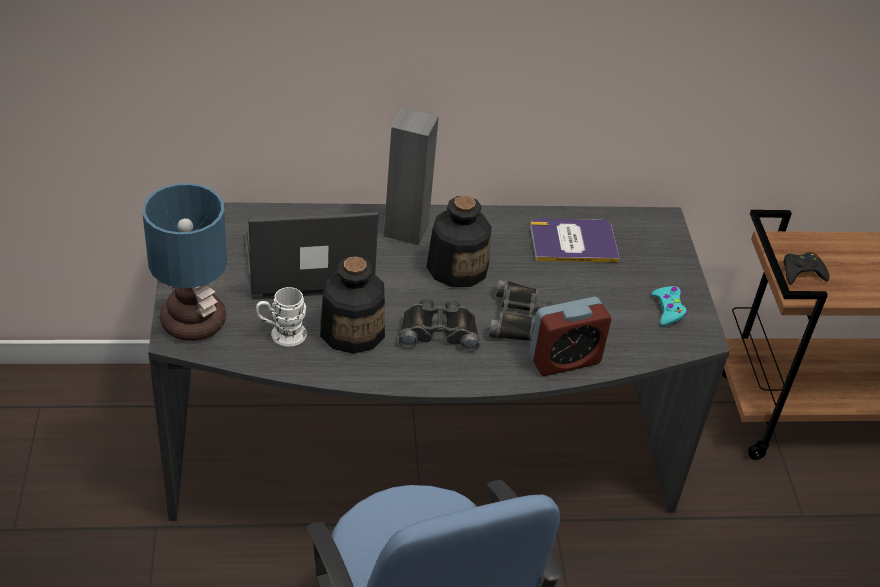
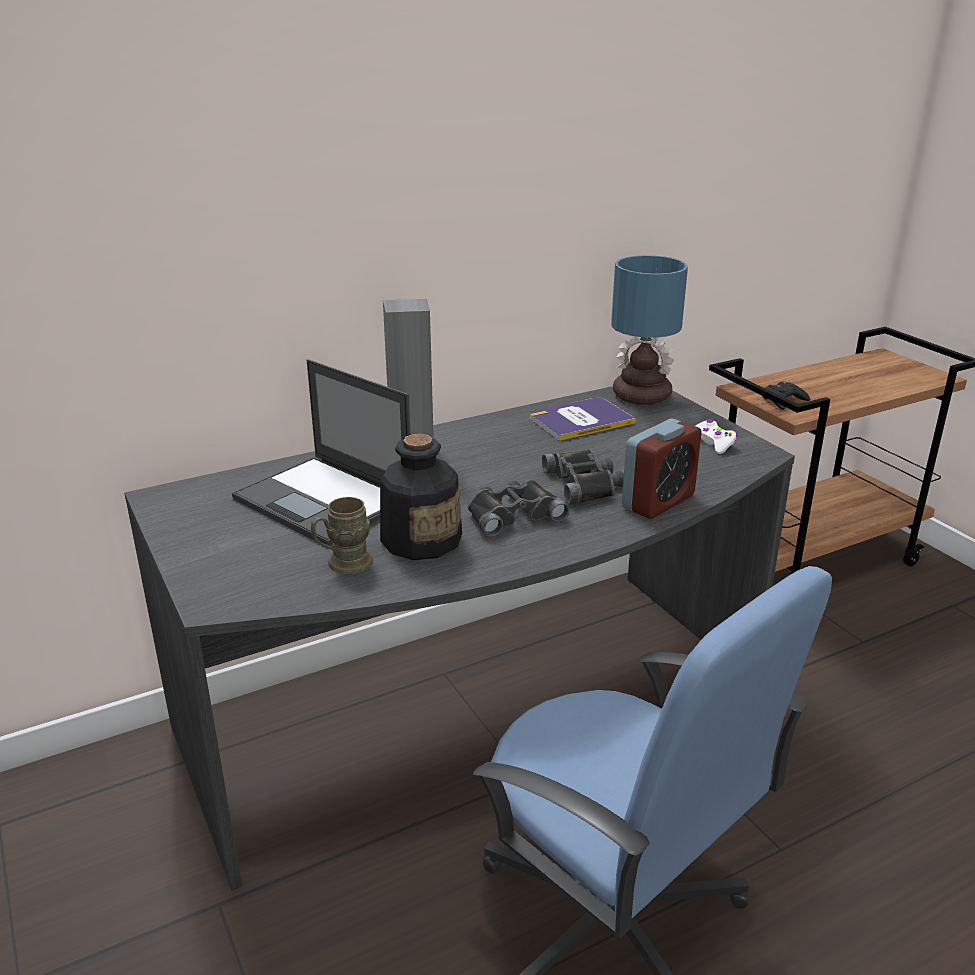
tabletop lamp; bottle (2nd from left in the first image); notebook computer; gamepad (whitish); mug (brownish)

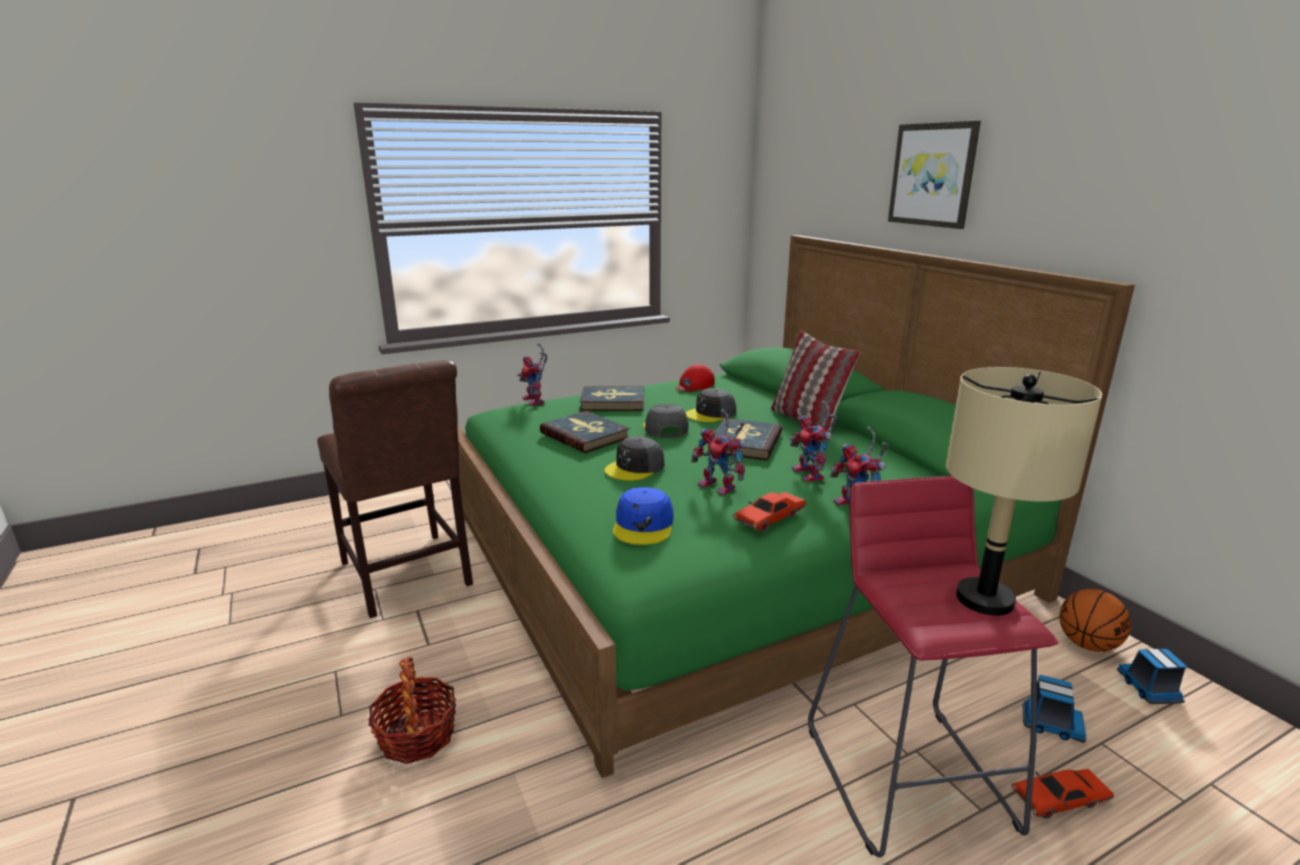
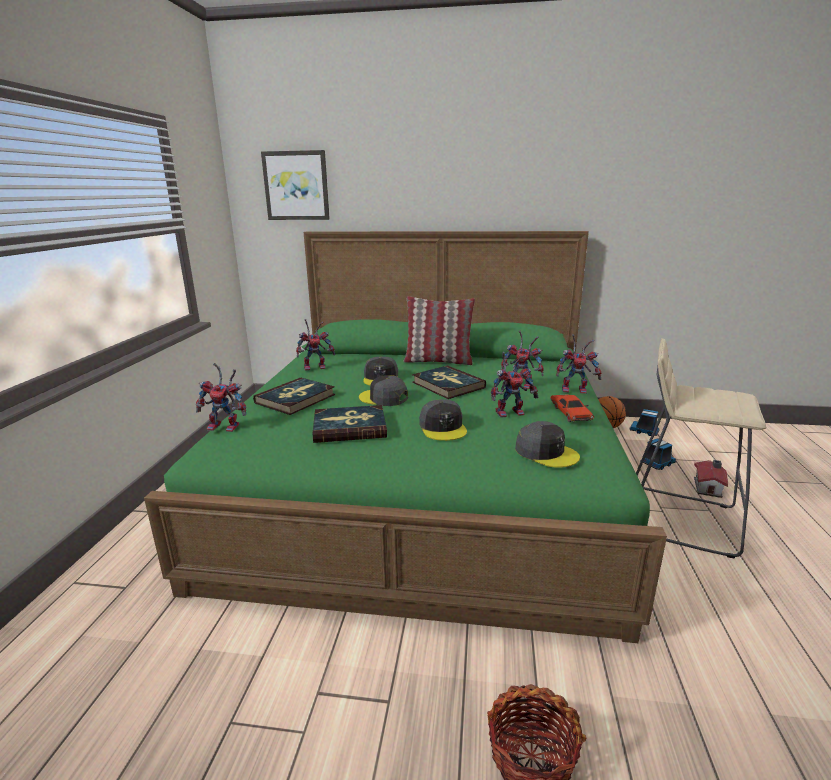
picture; plain chair (brownish); toy robot (2nd from left); tabletop lamp (beige); sitting stool (beige); cap (grey) (4th from left); miniature house

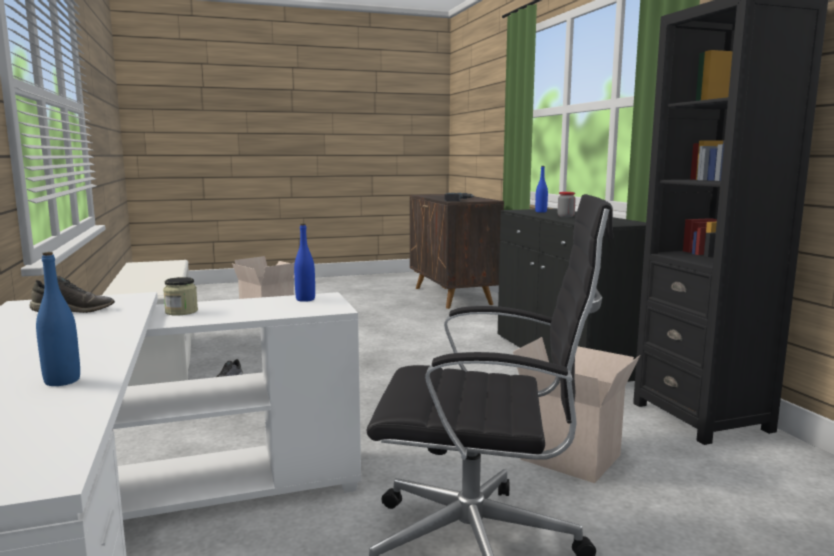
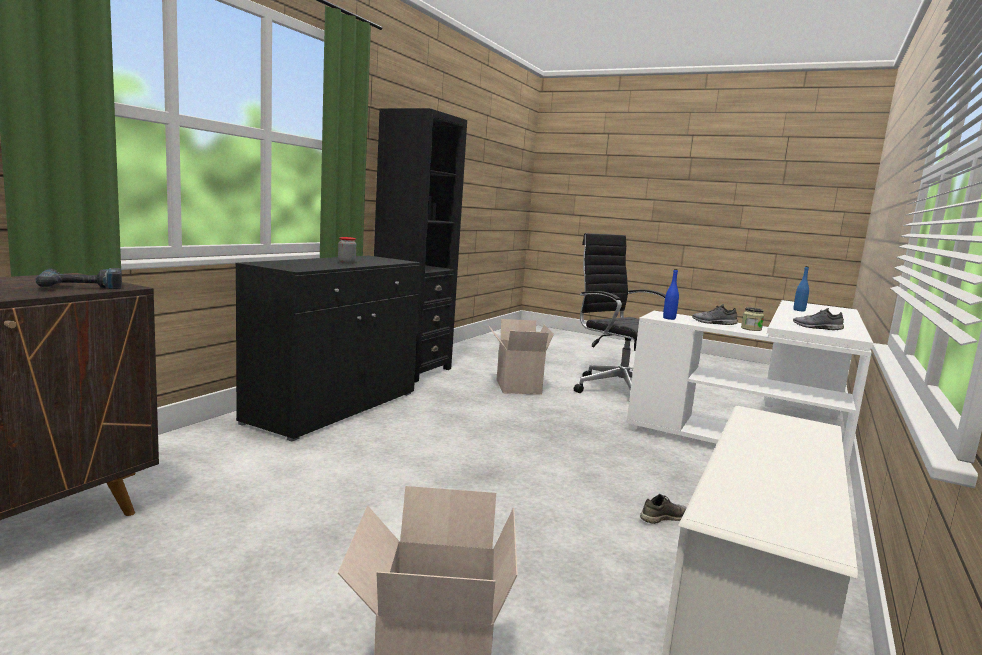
bottle (blue) (3rd from left in the first image); item of footwear (grey) (2nd from left)

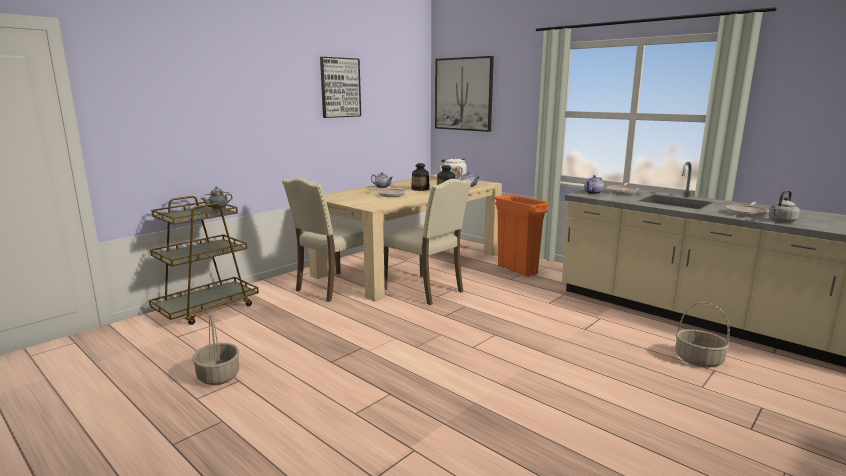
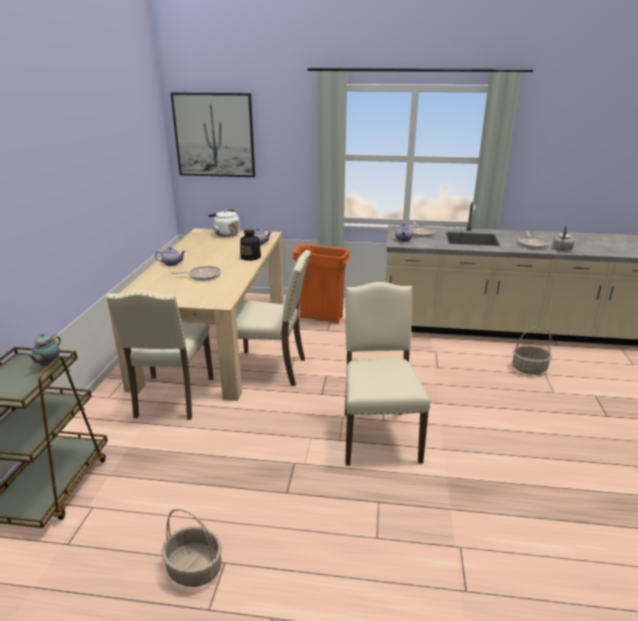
picture (1st from left in the first image); bottle (1st from left in the first image); plain chair (beige) (3rd from left)

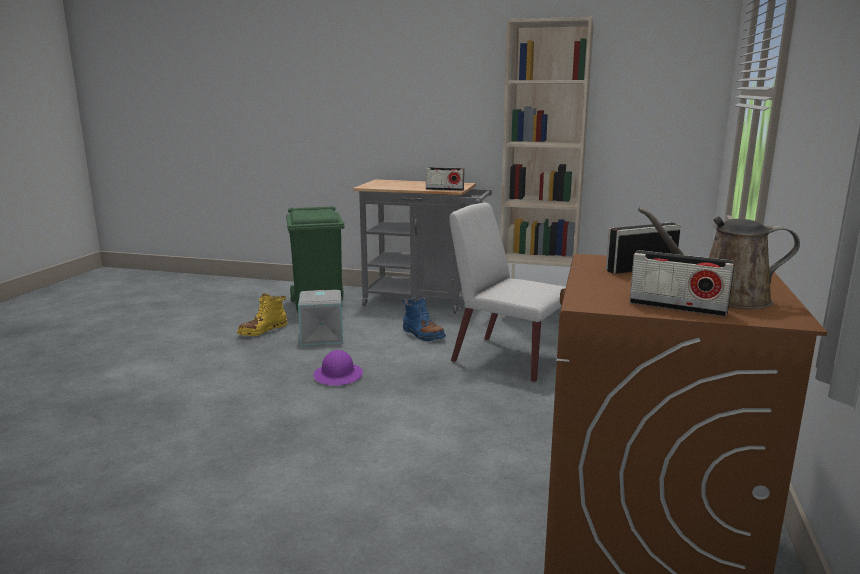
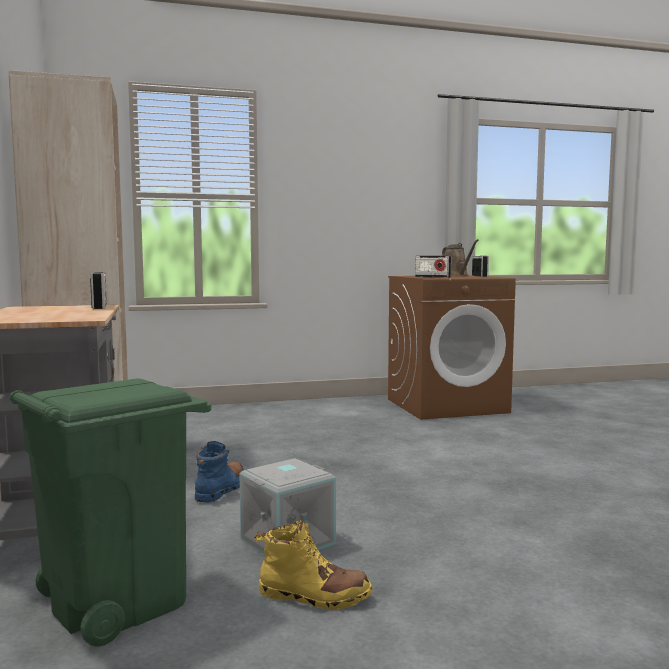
plain chair (whitish); work helmet (purplish)

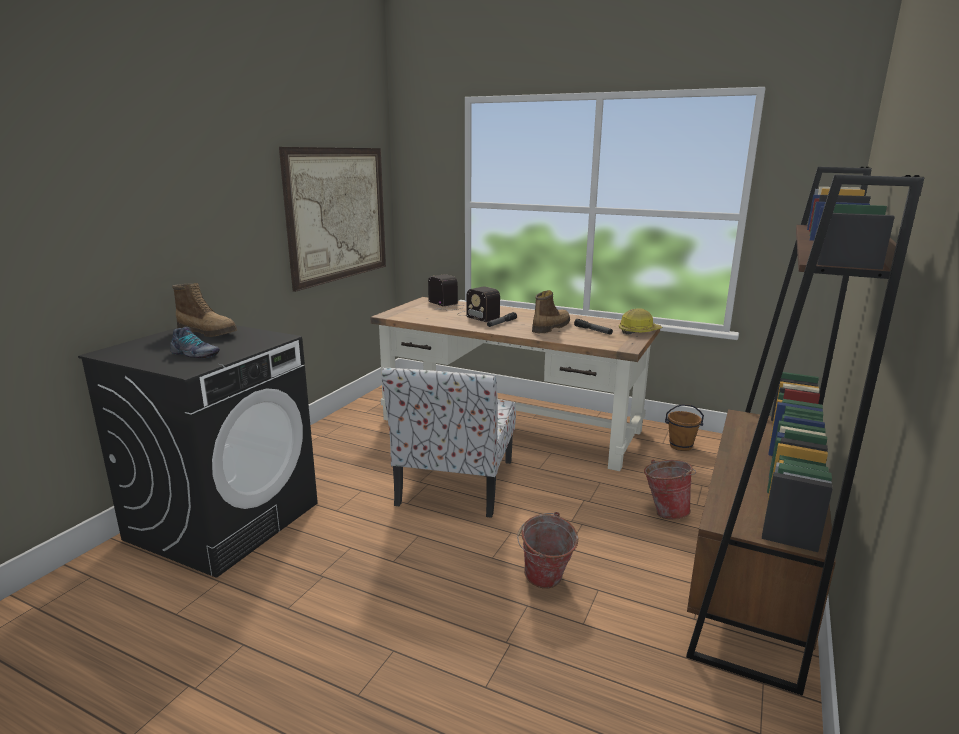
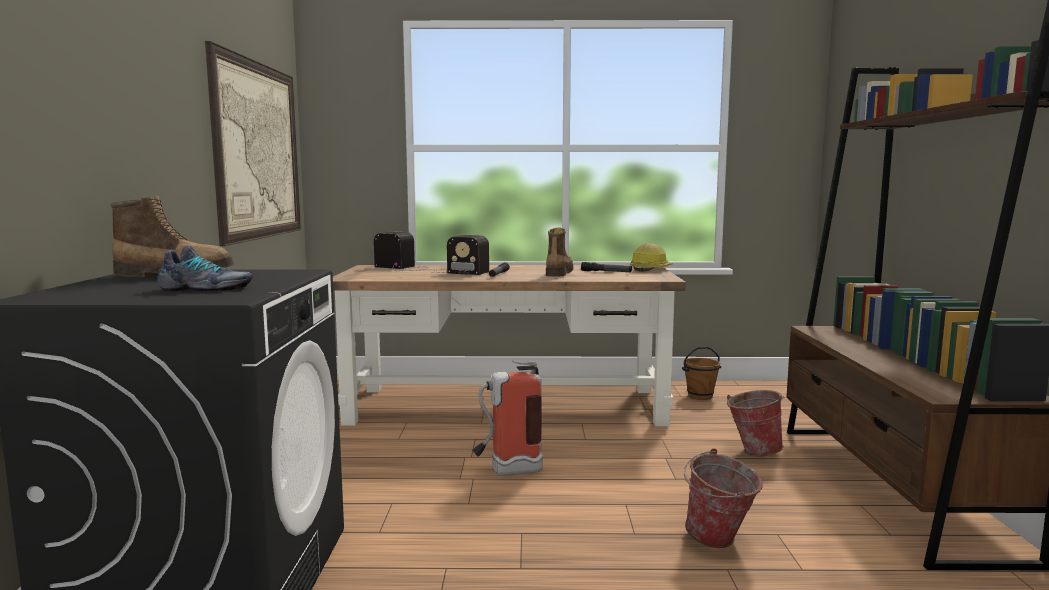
extinguisher

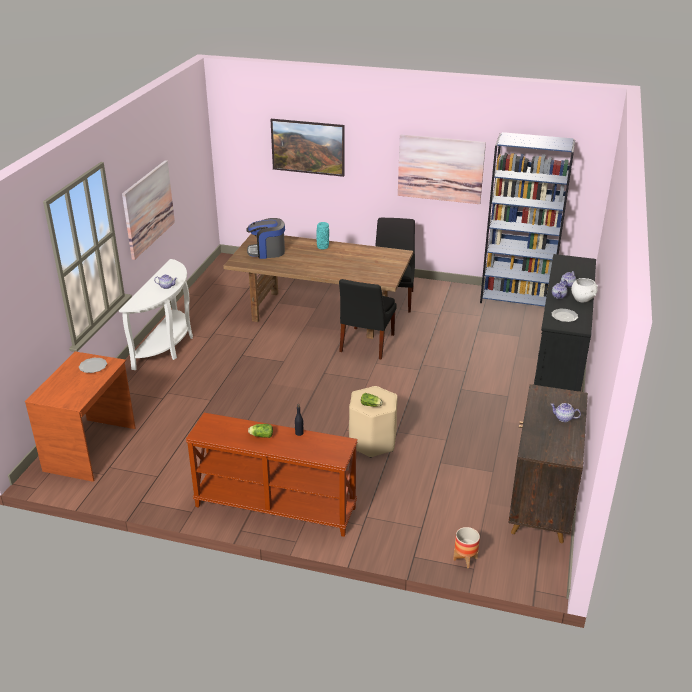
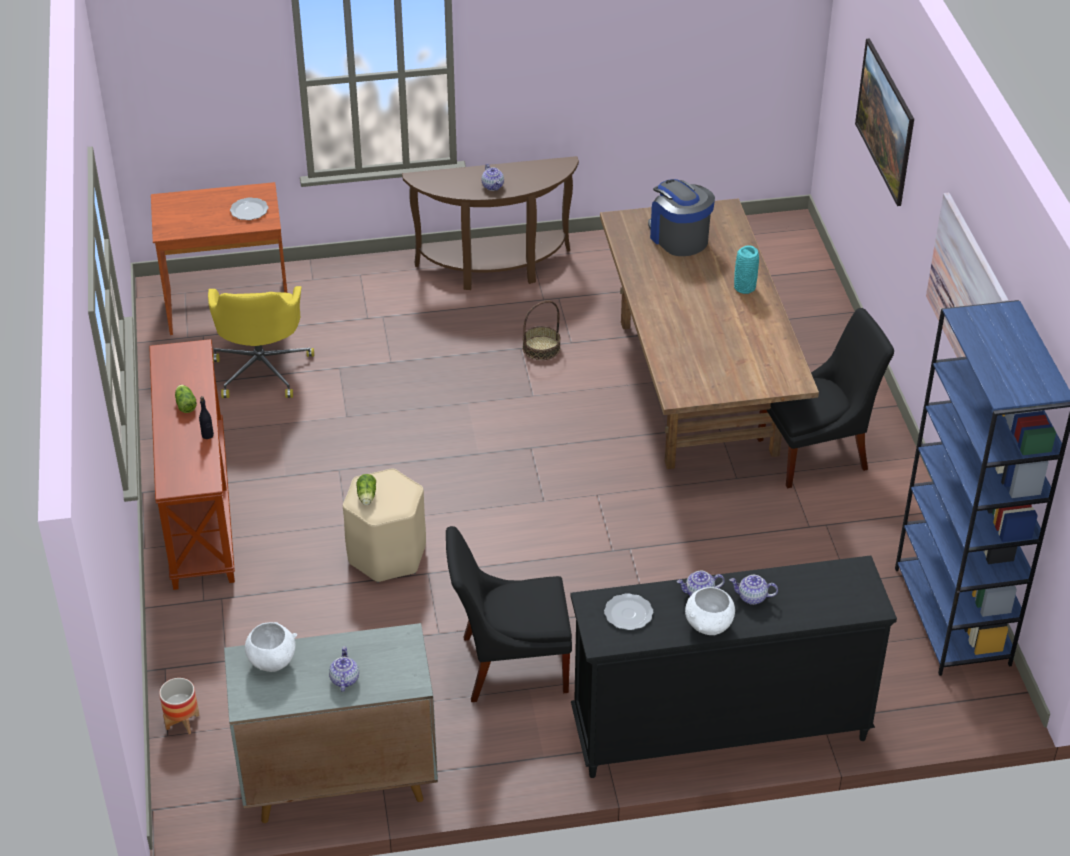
picture (1st from left in the first image); hall table (brownish) (2nd from left); plain chair (blackish) (1st from left); cupboard (grey); computer chair (yellow-coloured); household basket; bowl (whitish) (1st from left)

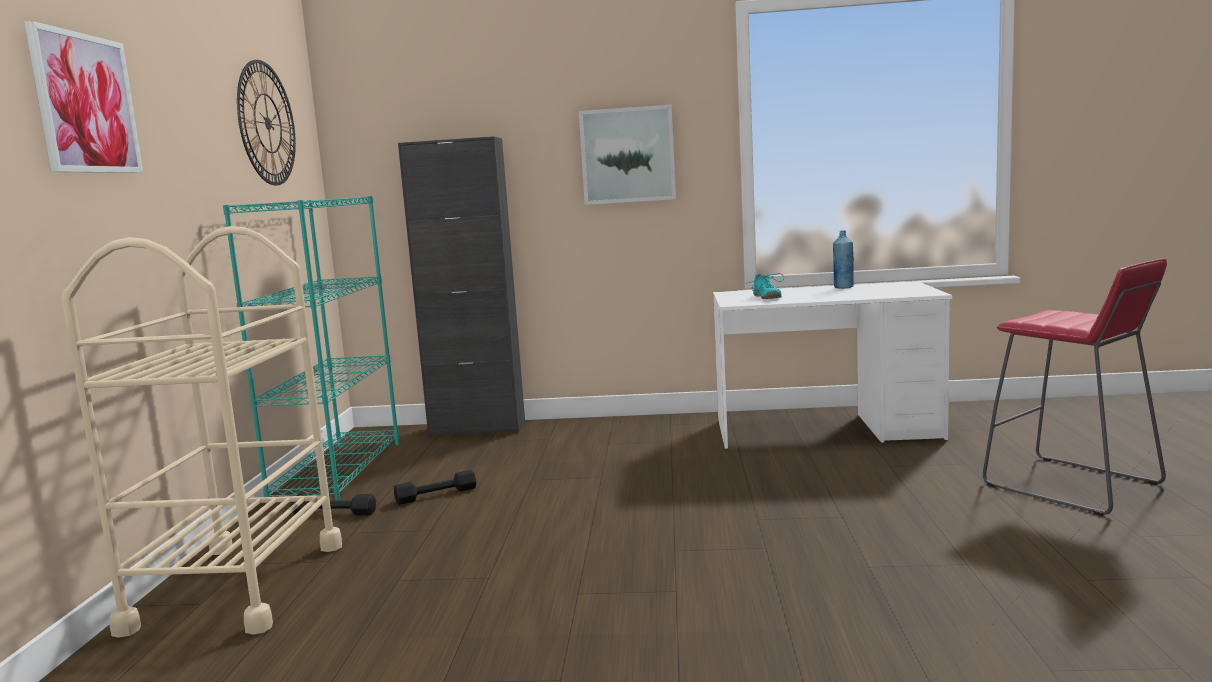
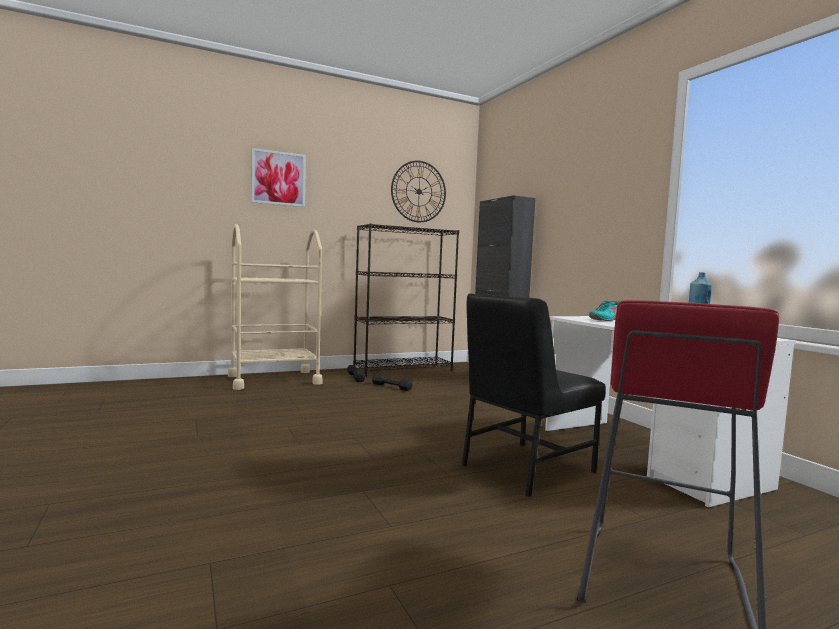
picture (2nd from left in the first image); shelving unit (blackish); plain chair (blackish)

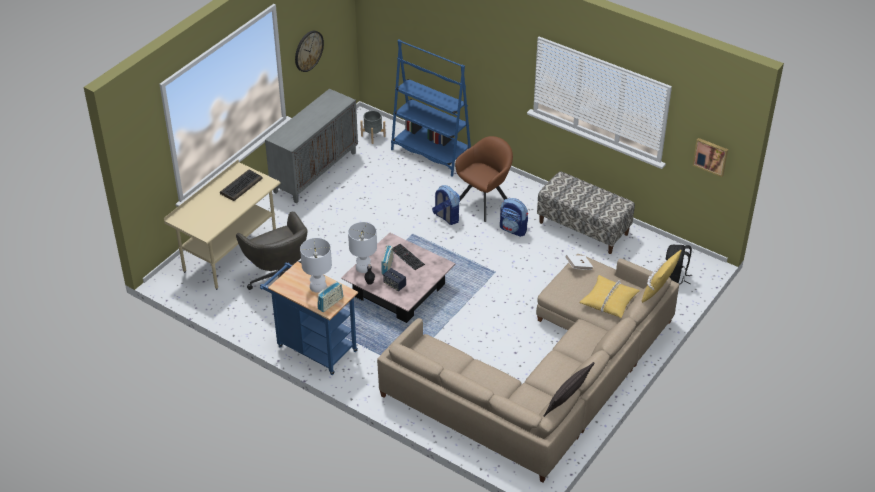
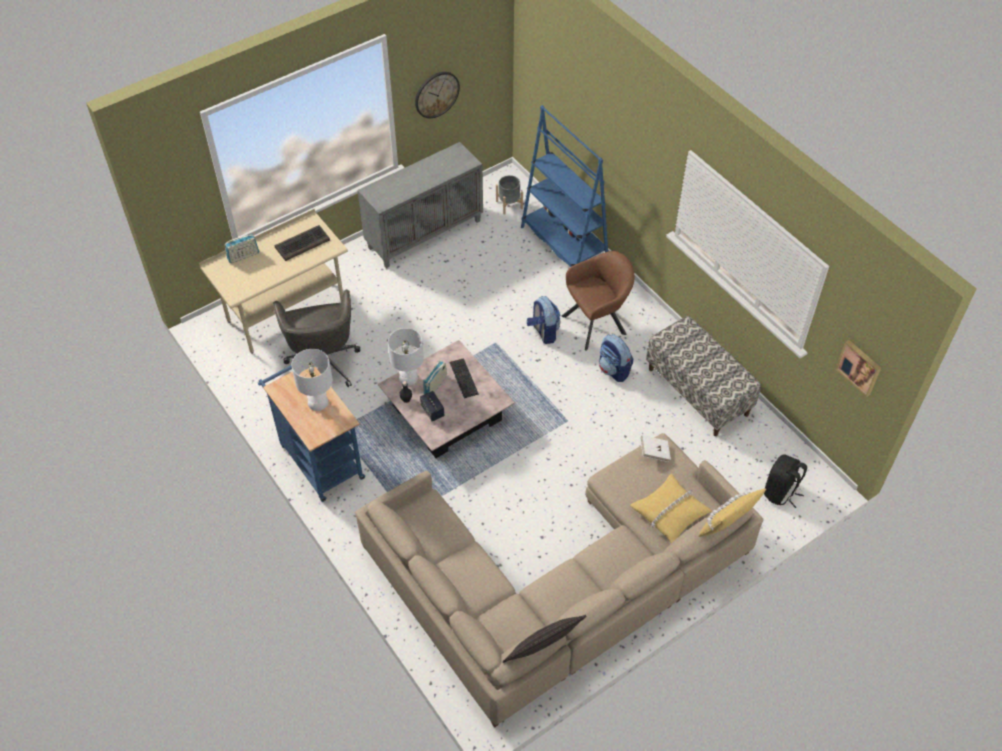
radio set (1st from left)

